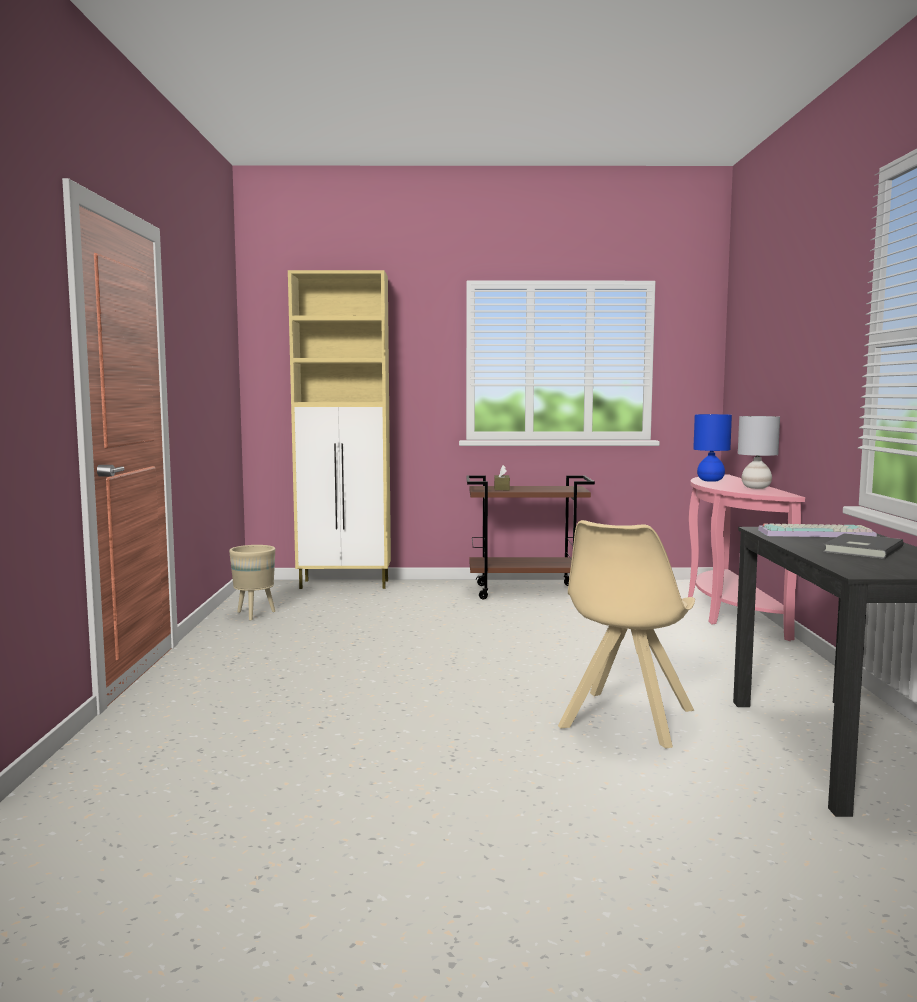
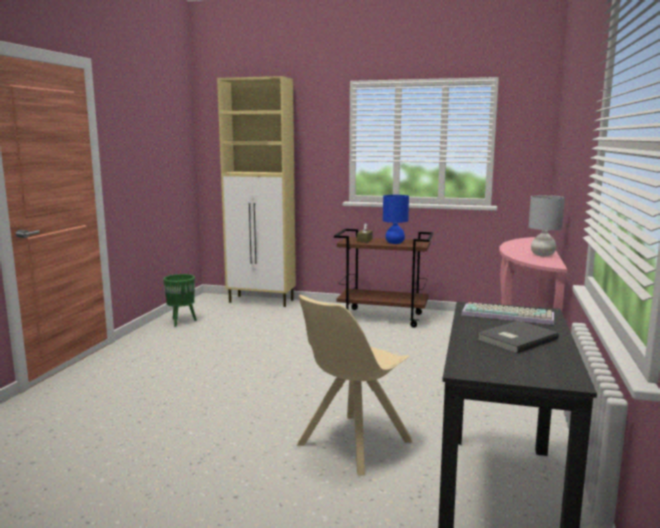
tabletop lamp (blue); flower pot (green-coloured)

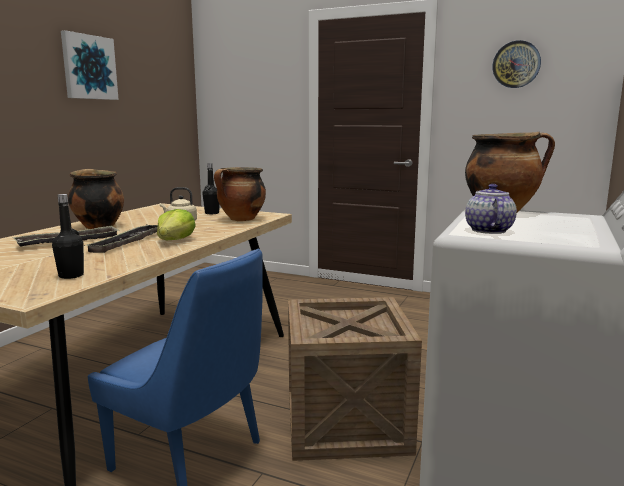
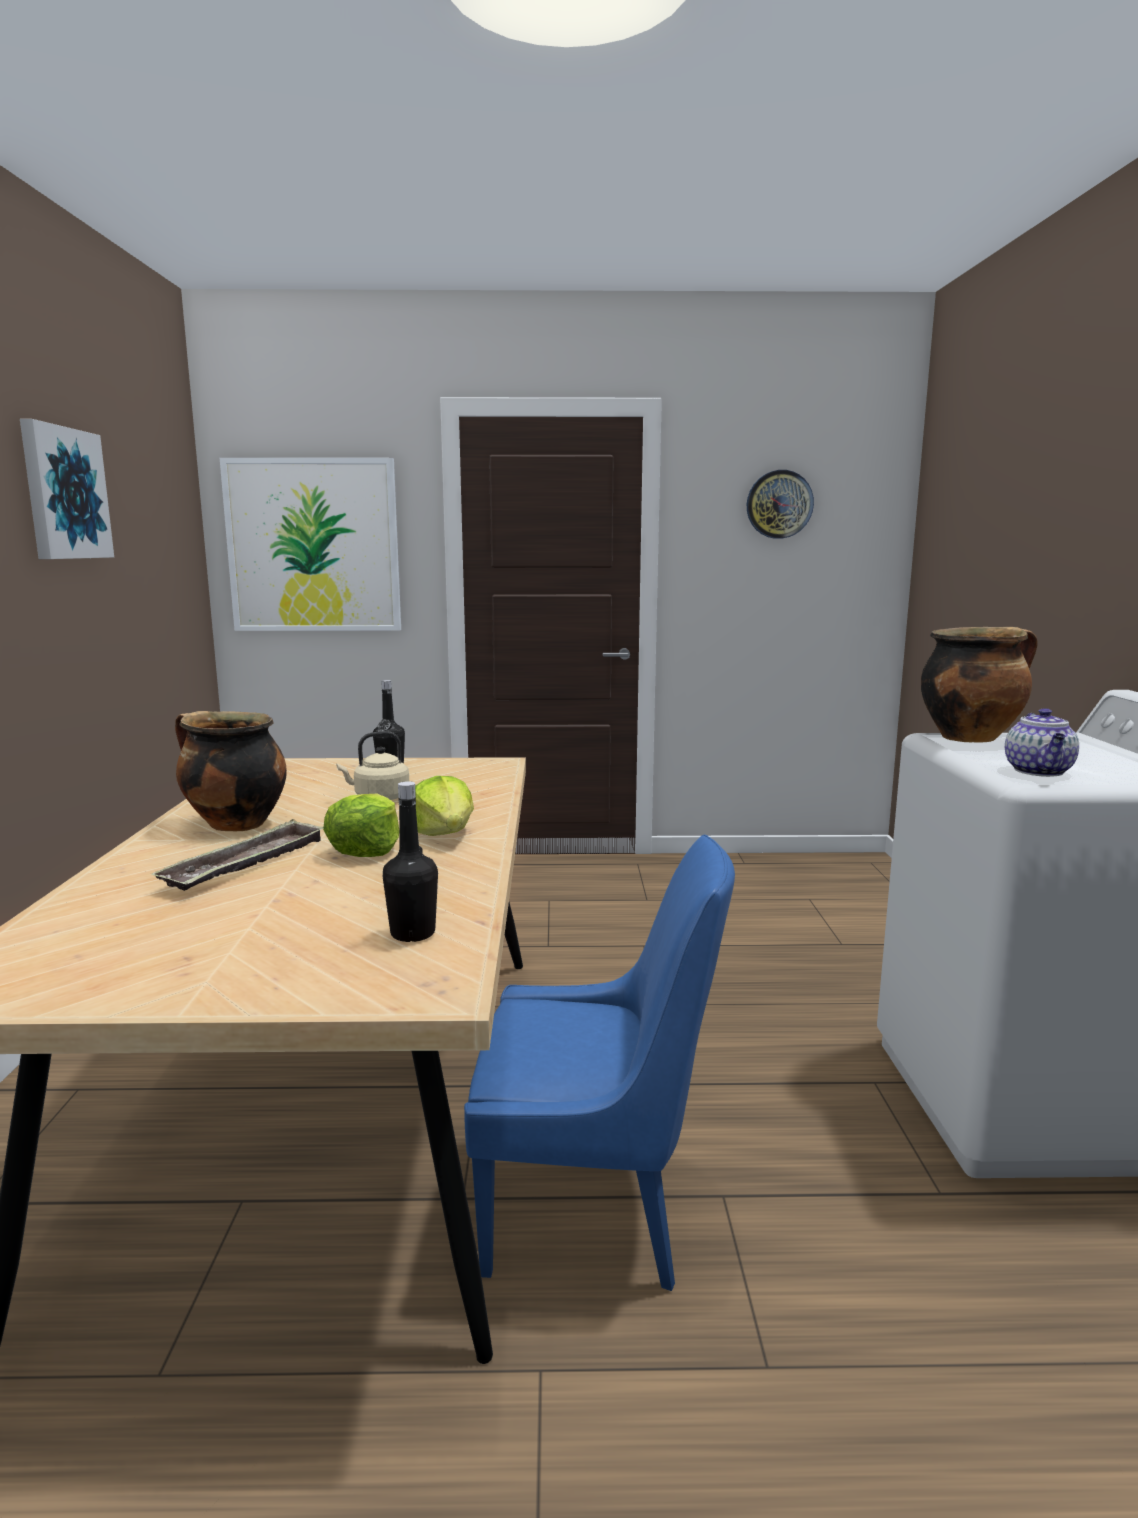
saucepot (2nd from left in the first image); pot for tea; lettuce (1st from left); crate; picture (2nd from left)

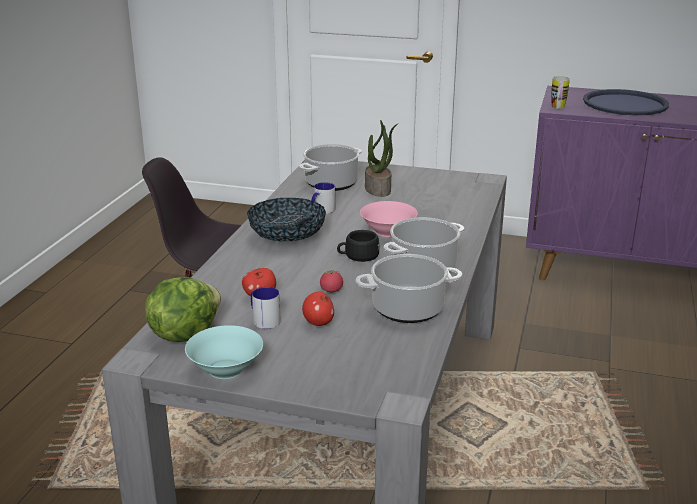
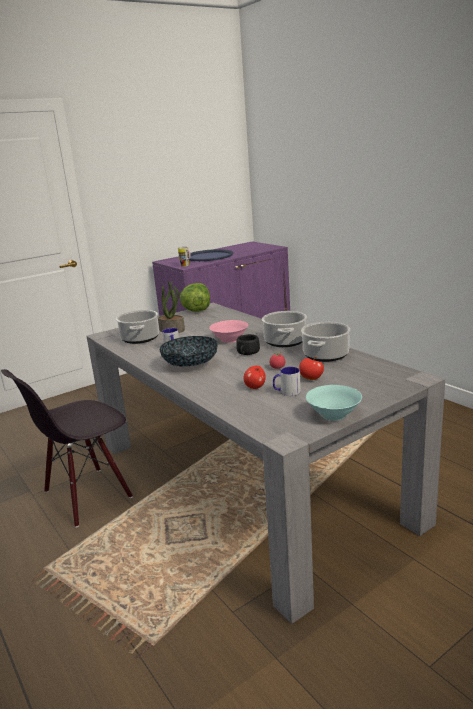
lettuce

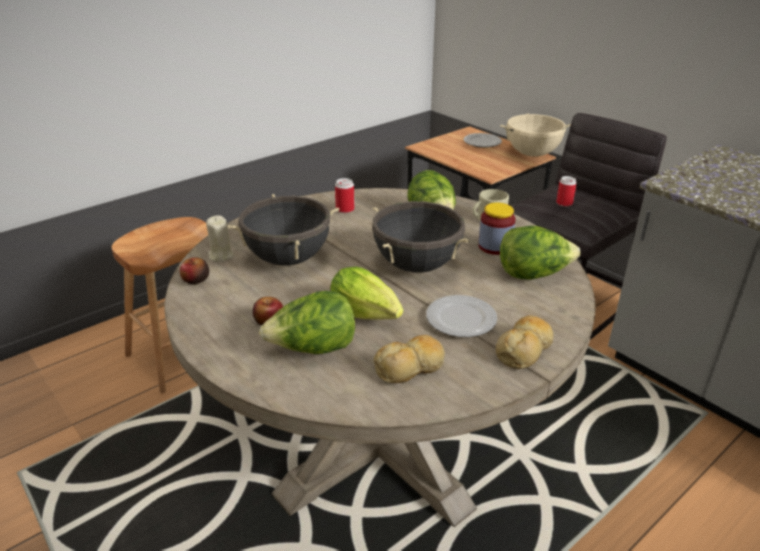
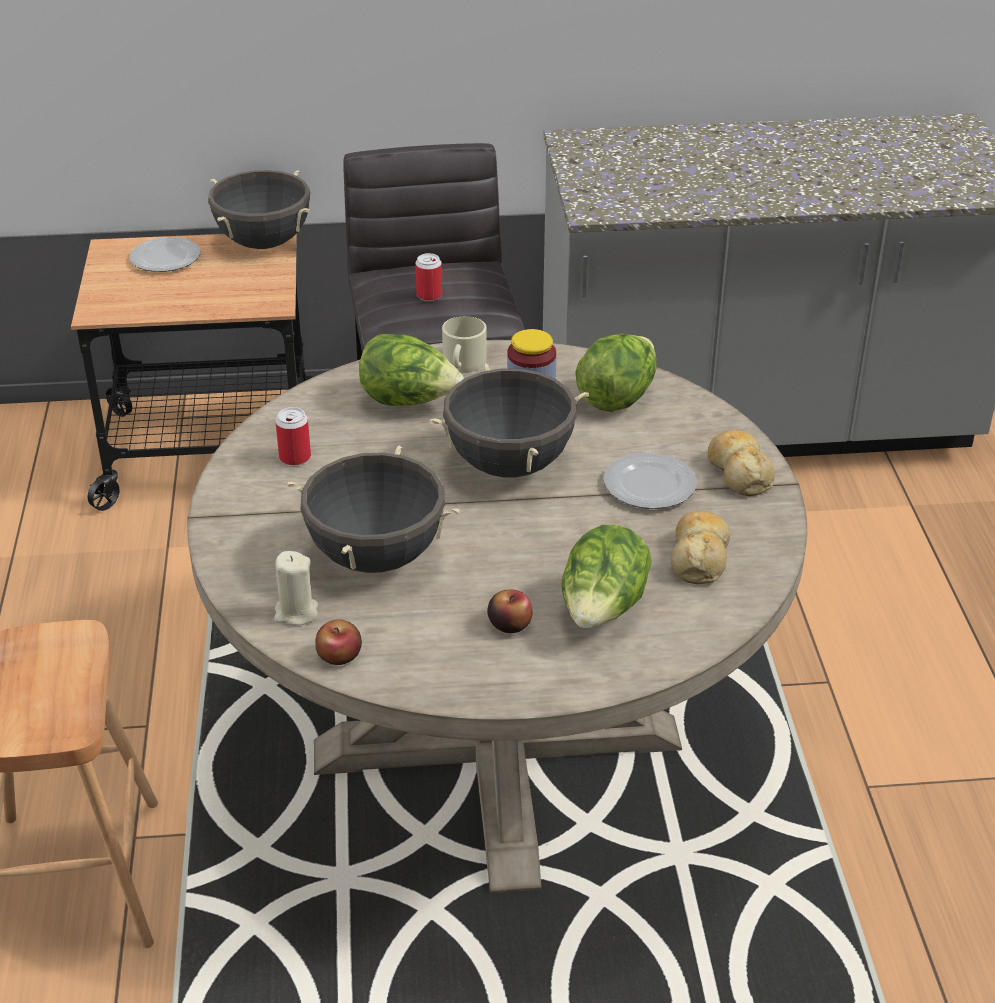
saucepot (blackish) (1st from left); lettuce (2nd from left in the first image)

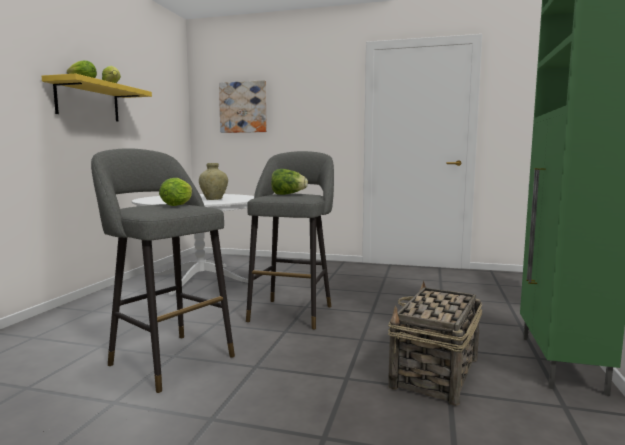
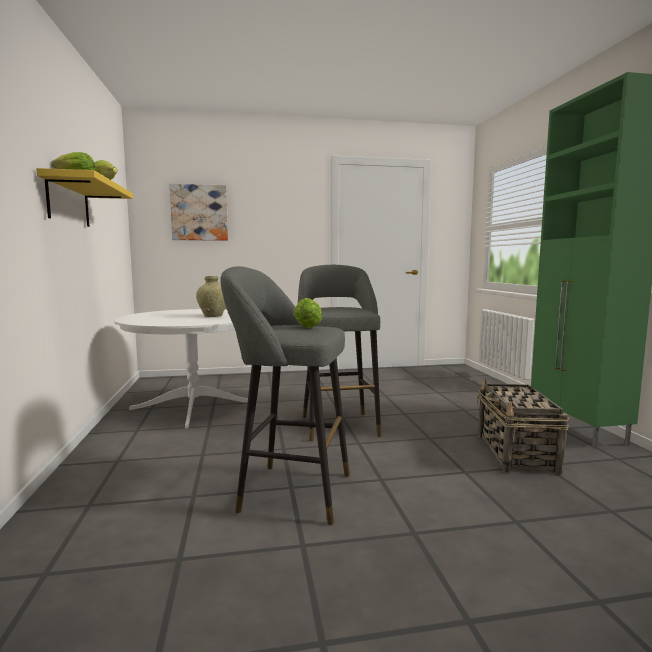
lettuce (4th from left in the first image)

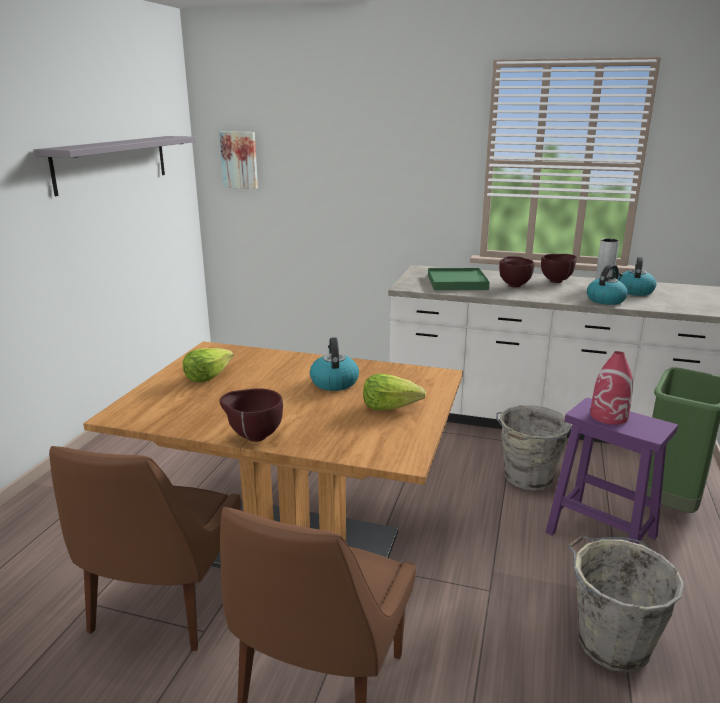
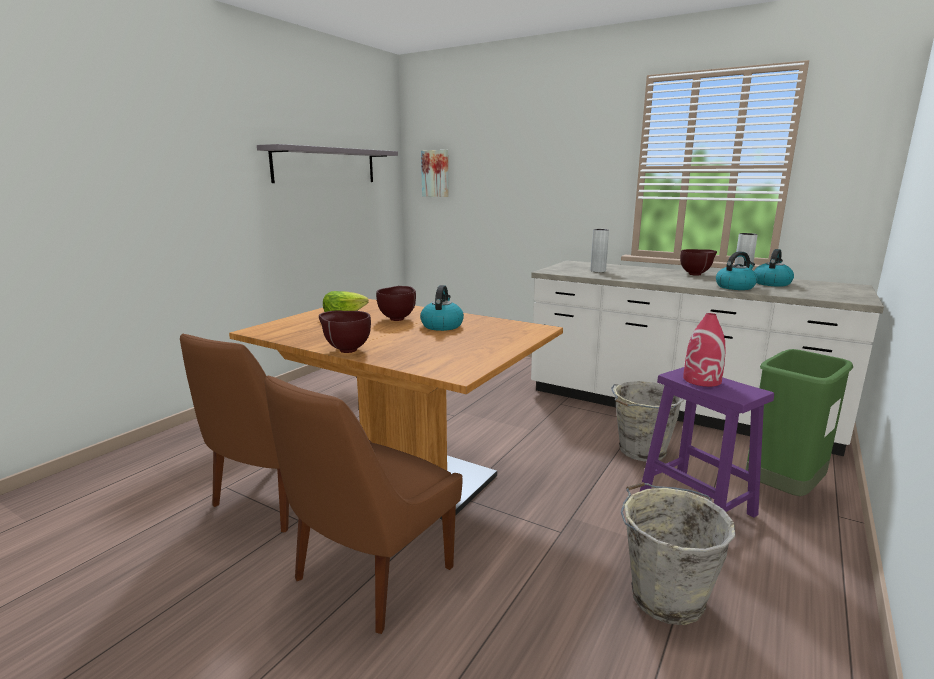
bowl (brownish) (2nd from left); vase (grey) (1st from left); lettuce (2nd from left in the first image)

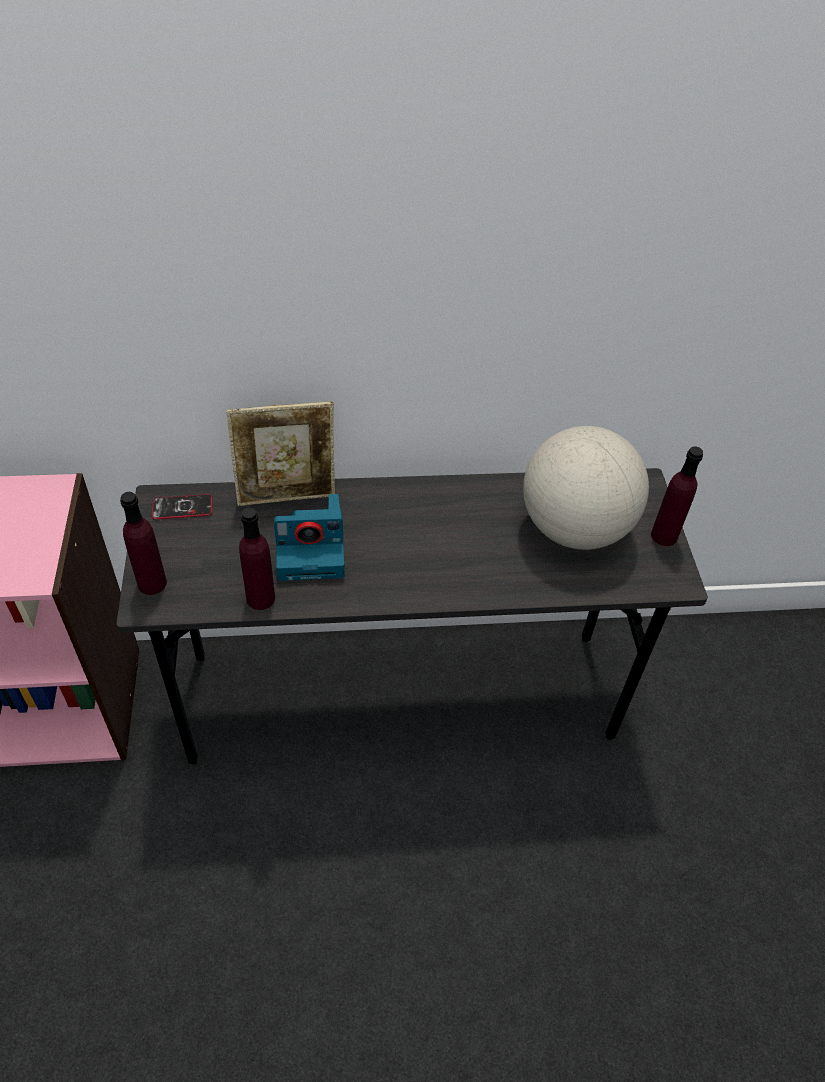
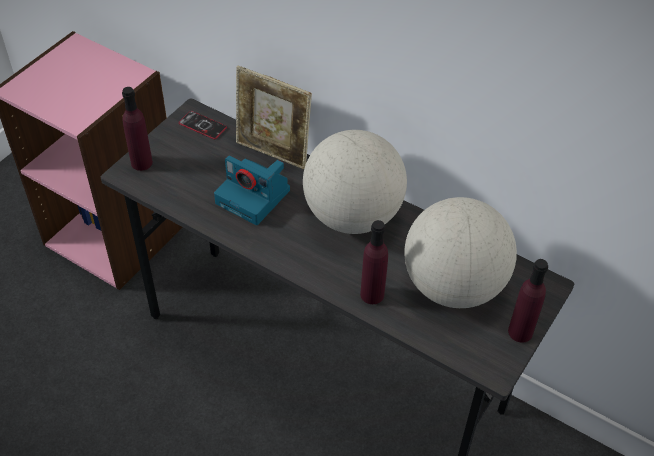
bottle (purplish) (2nd from left); globe (1st from left)

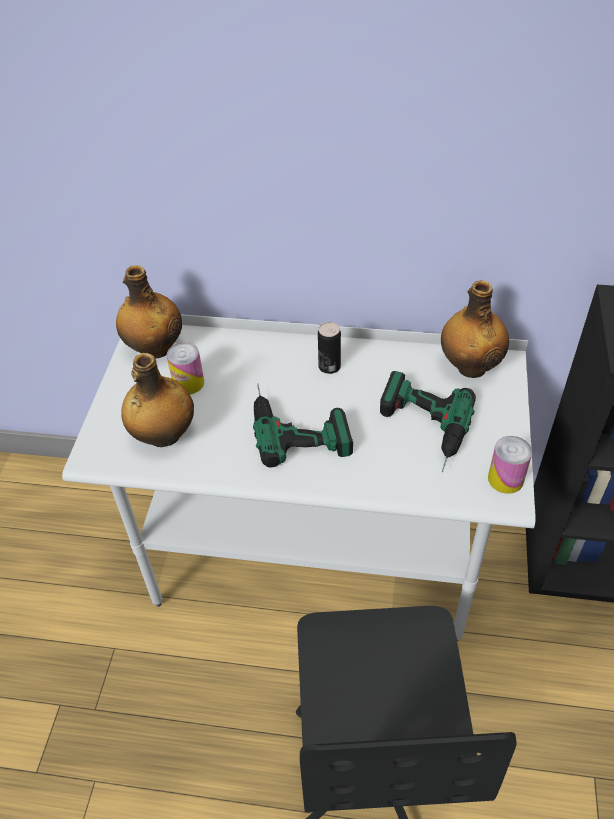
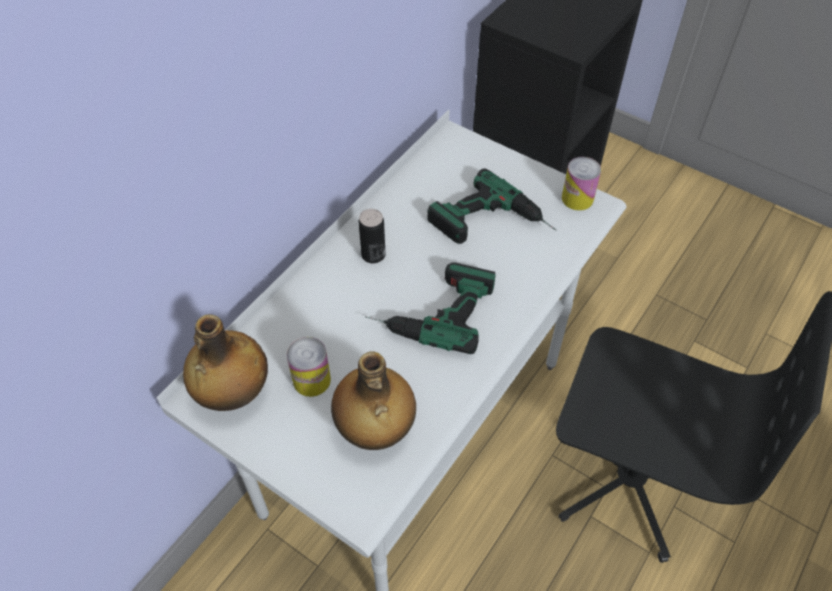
bottle (3rd from left in the first image)

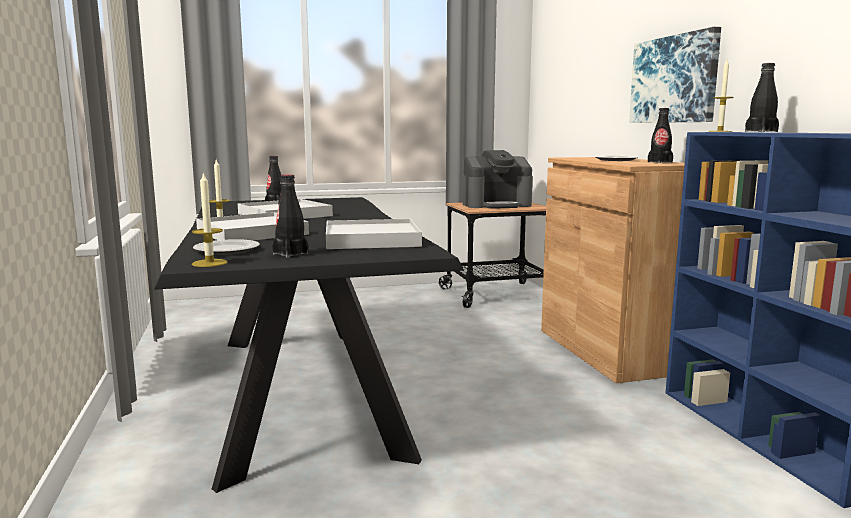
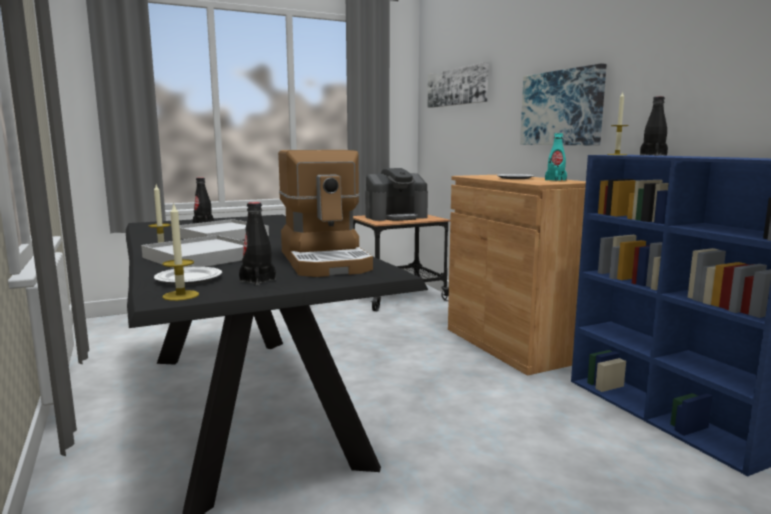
bottle (blue-green); coffee maker (1st from left); picture (1st from left)

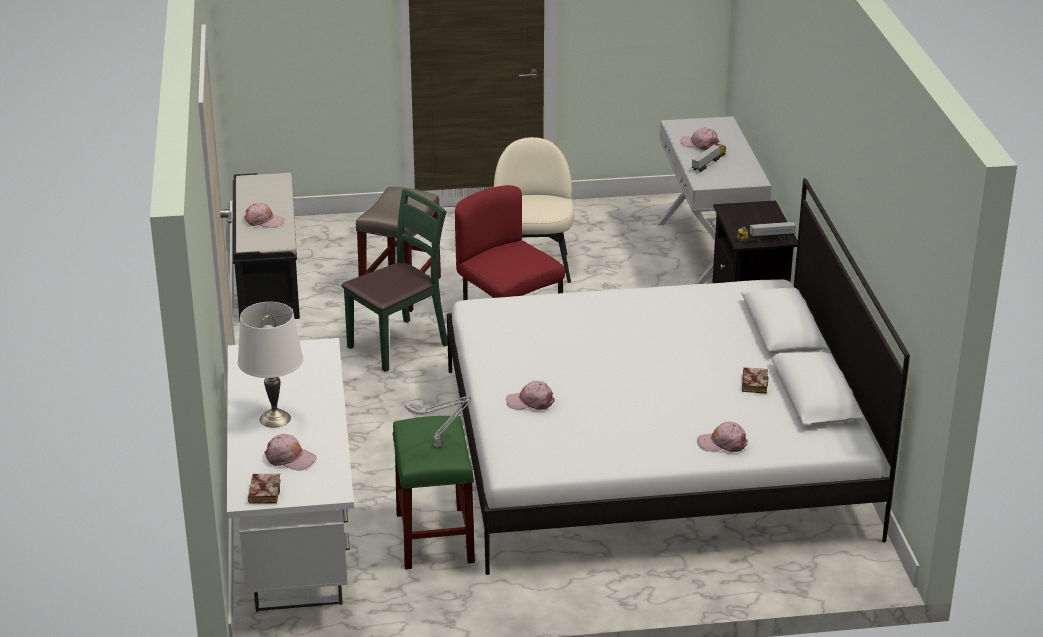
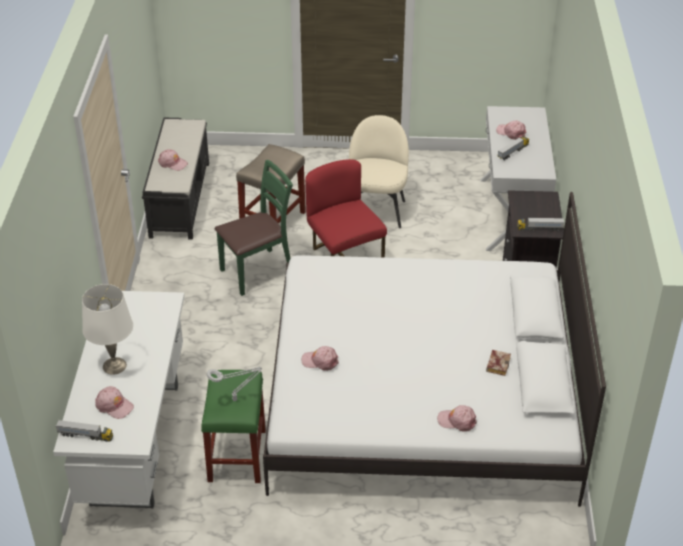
model truck (1st from left)

